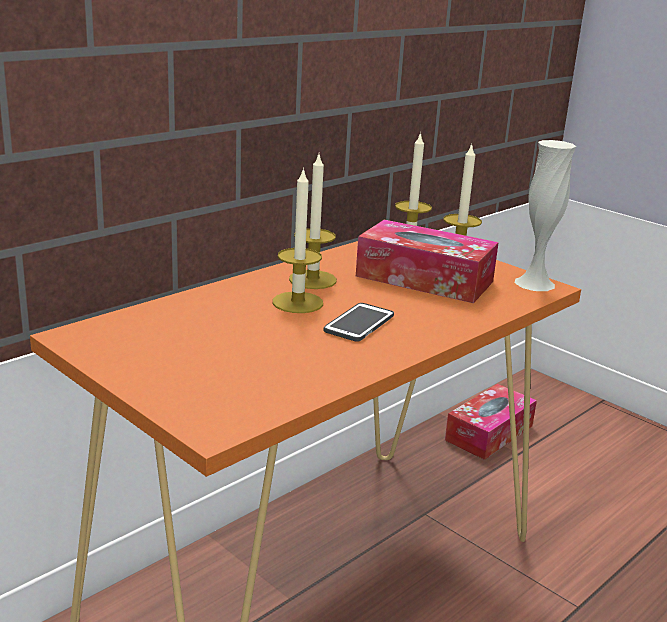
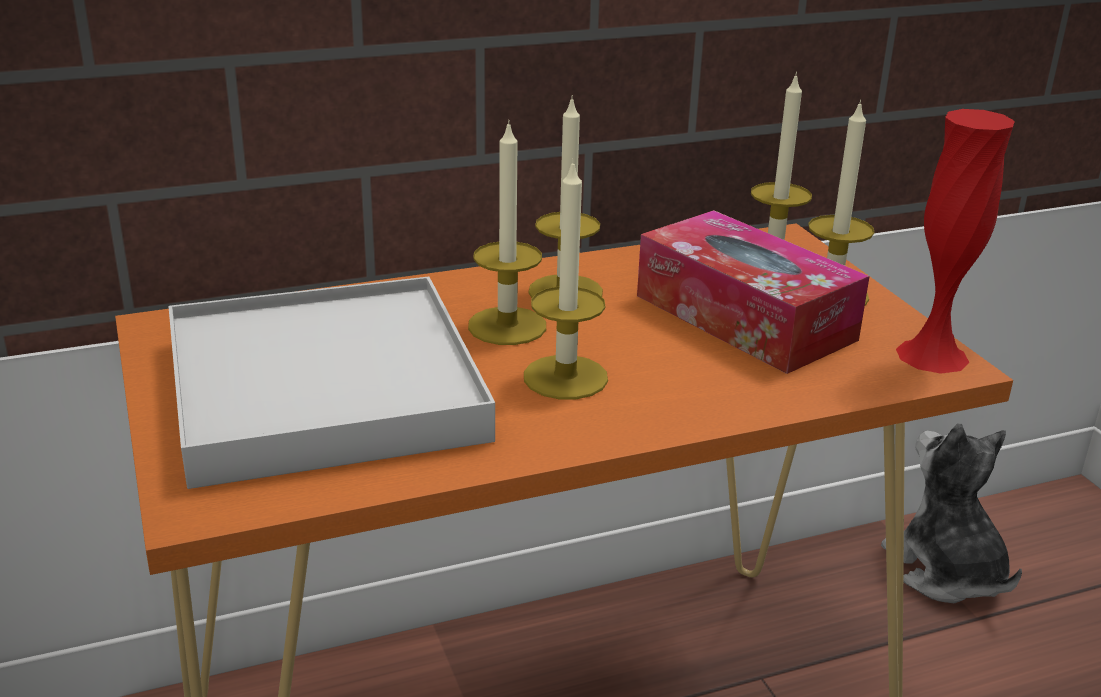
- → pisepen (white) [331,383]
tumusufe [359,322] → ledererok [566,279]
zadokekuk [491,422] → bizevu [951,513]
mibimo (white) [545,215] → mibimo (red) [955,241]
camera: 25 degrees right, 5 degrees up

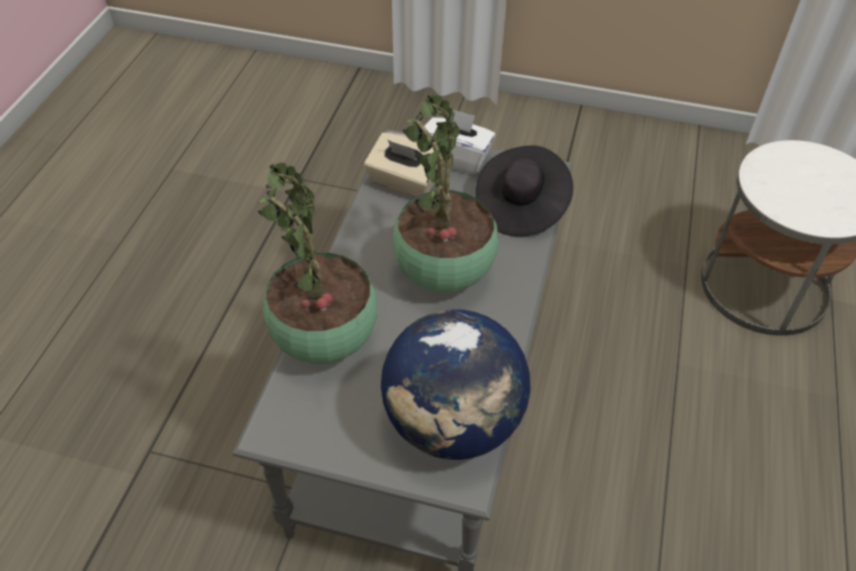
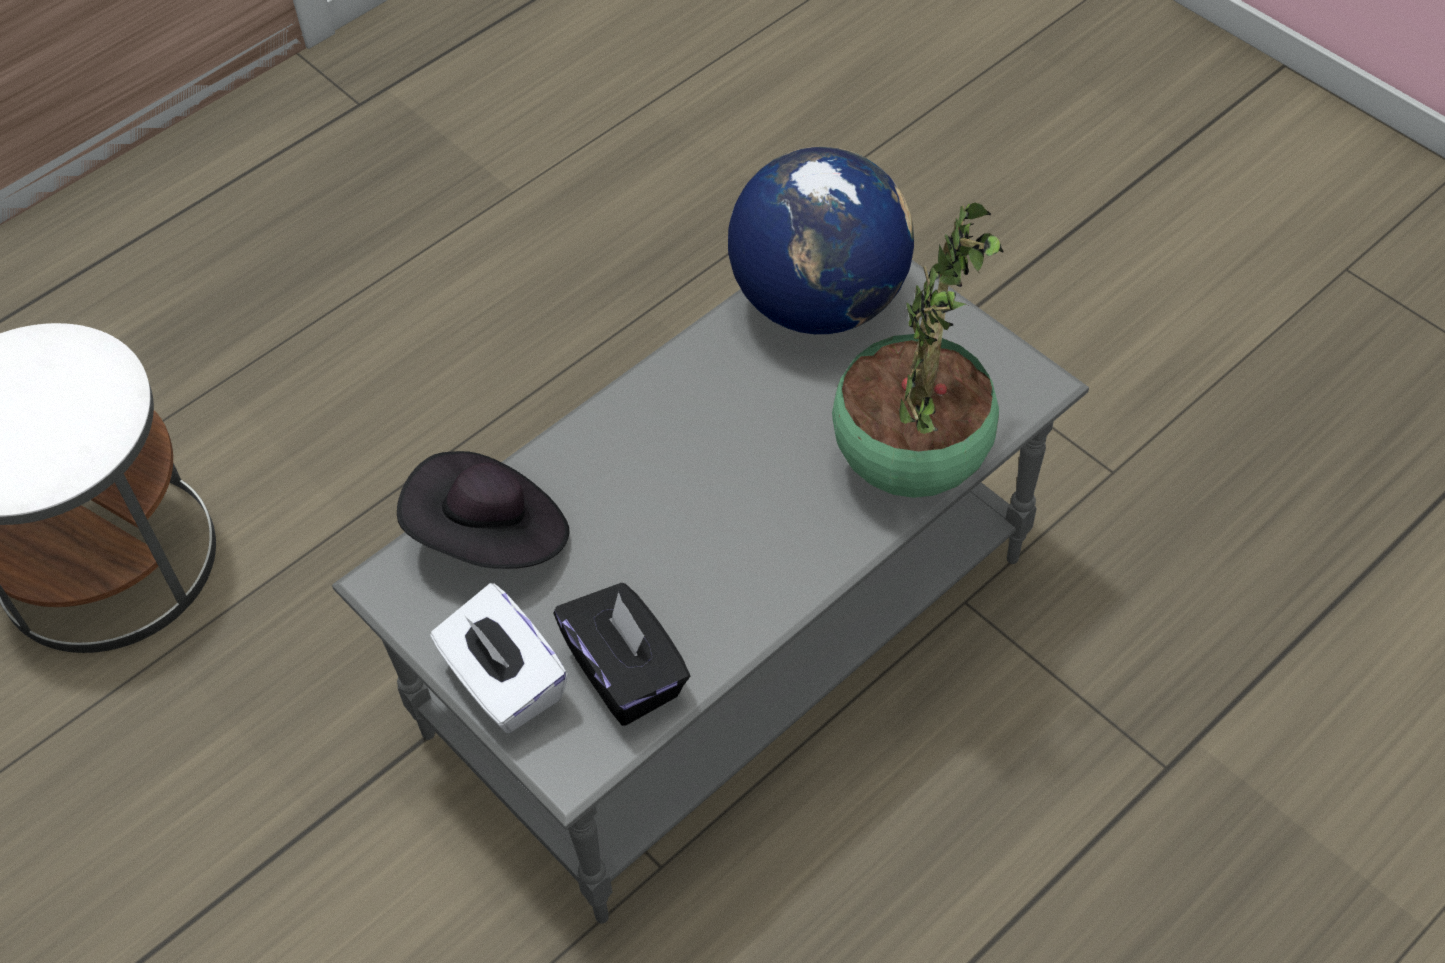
zadokekuk (beige) [404,165] → zadokekuk (black) [621,654]
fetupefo [445,193] → -
camera: 145 degrees left, 5 degrees up

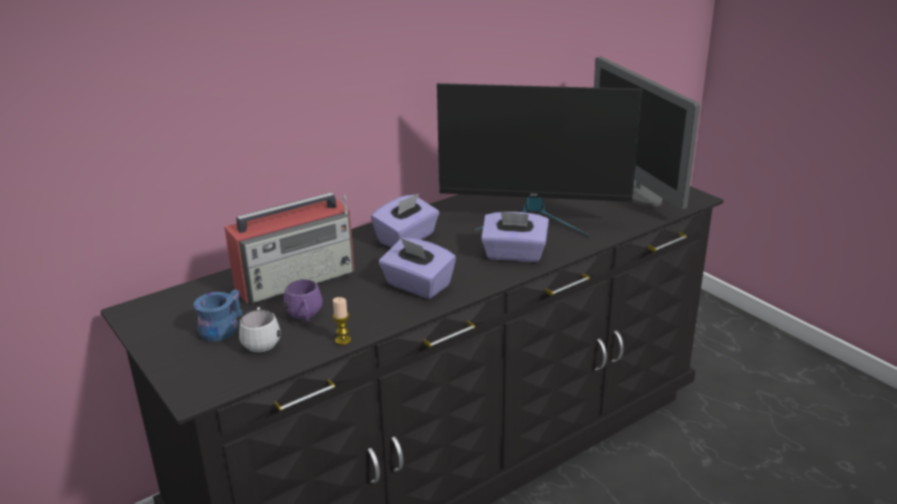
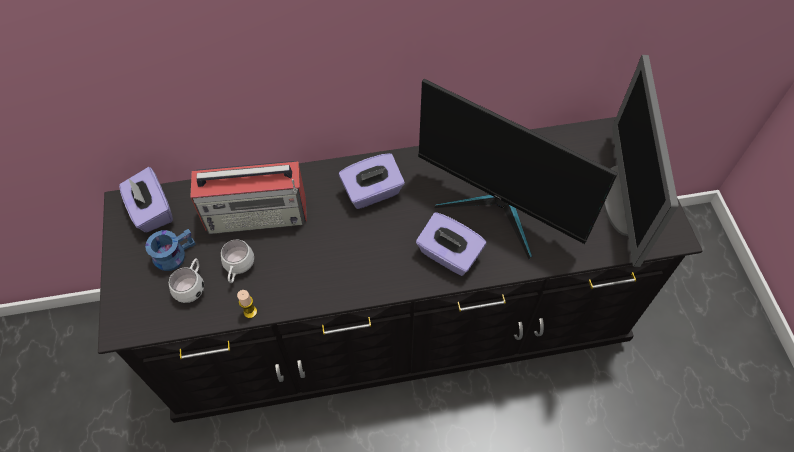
zadokekuk (purple) [417,268] → zadokekuk (purple) [146,199], move
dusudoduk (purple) [303,300] → dusudoduk (white) [237,261]
camera: 25 degrees right, 30 degrees up

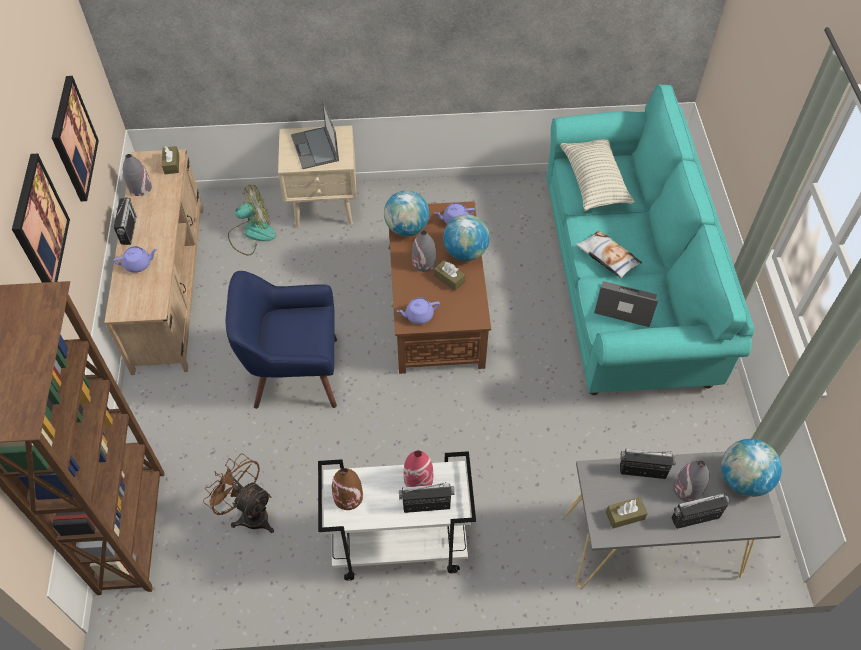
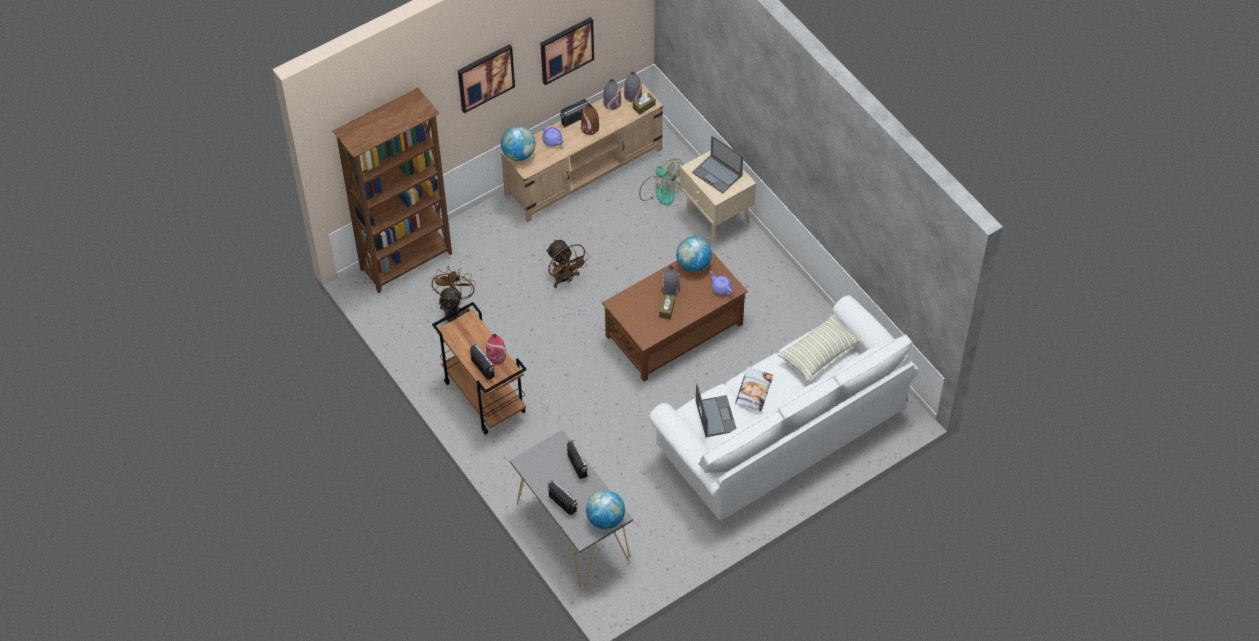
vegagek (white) [397,515] → vegagek (brown) [479,368]
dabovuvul [466,237] → dabovuvul [518,143], move
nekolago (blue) [281,340] → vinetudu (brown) [568,263]
mibimo (brown) [347,489] → mibimo (brown) [590,119], move
mibimo (grey) [691,481] → mibimo (grey) [633,87], move
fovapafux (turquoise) [650,239] → fovapafux (white) [783,408]
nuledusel [315,133] → nuledusel [717,165], 90 degrees counterclockwise
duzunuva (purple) [418,310] → -
zadokekuk (brown) [627,512] → -
camera: 60 degrees right, 0 degrees up

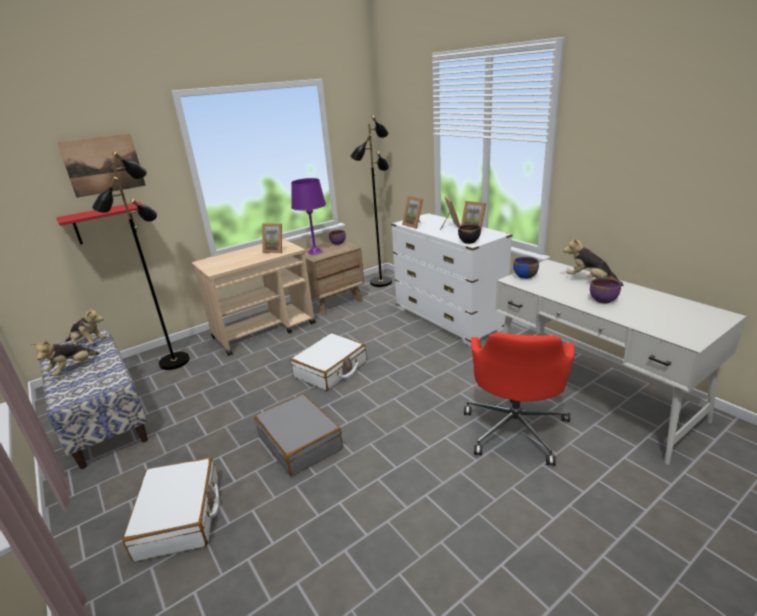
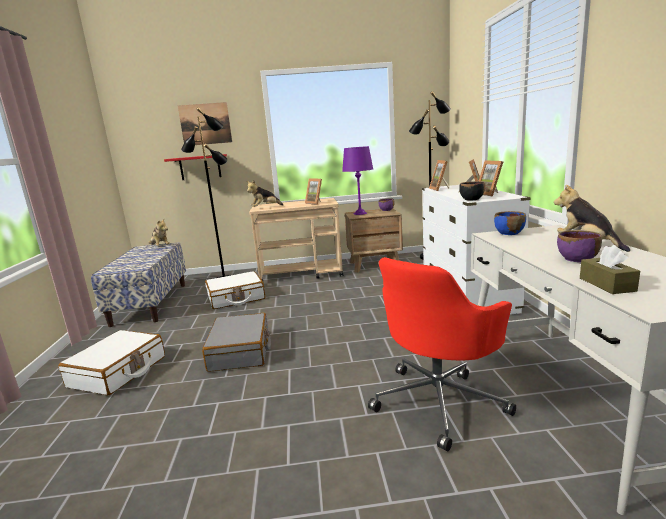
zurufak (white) [328,362] → zurufak (white) [235,290], move
bizevu [66,358] → bizevu [264,193], move
- → zadokekuk (brown) [610,269]
camera: 30 degrees right, 10 degrees down

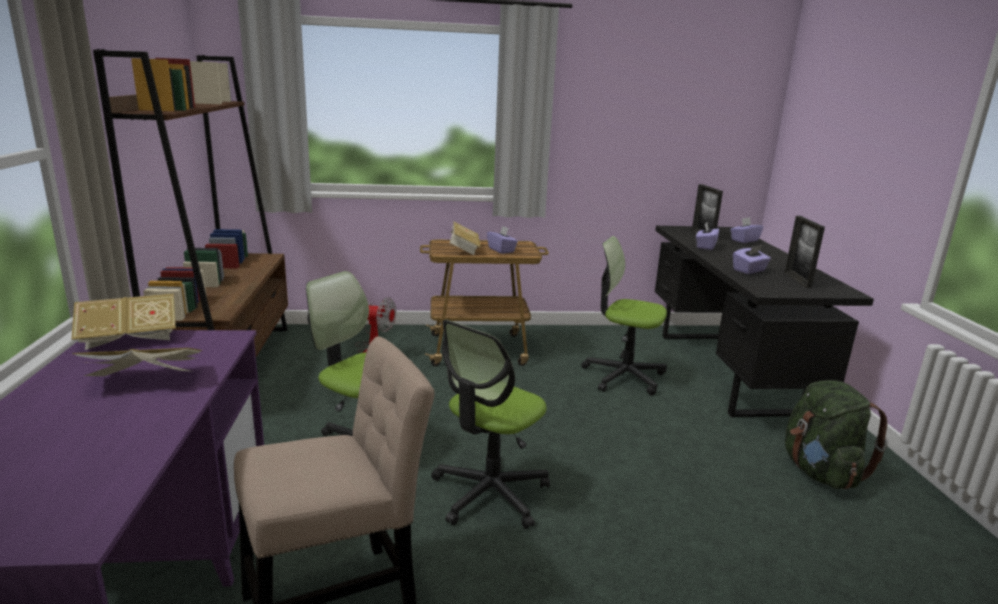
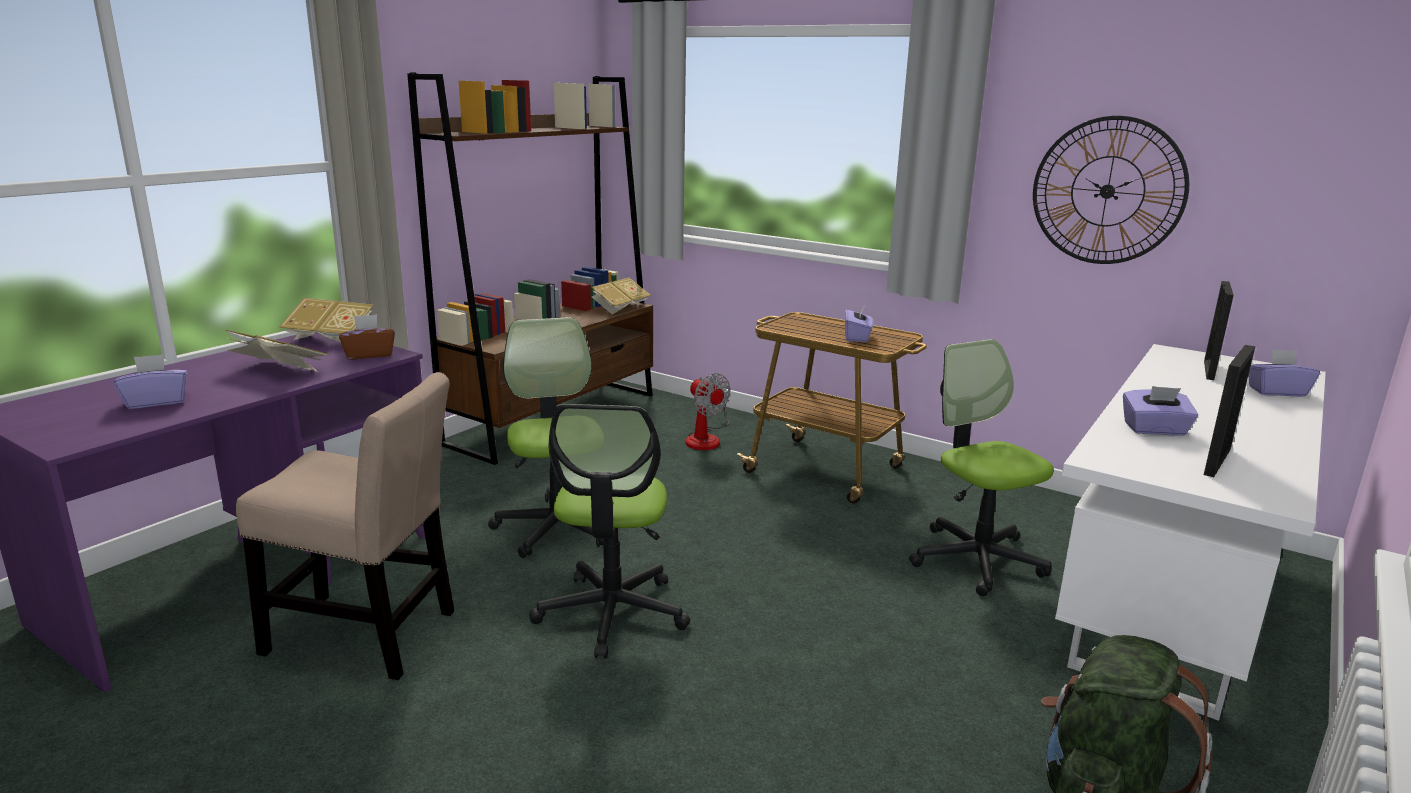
zadokekuk (purple) [707,236] → zadokekuk (purple) [150,381], move
- → zadokekuk (brown) [367,336]
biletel [490,424] → biletel [609,531], 75 degrees counterclockwise
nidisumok [465,238] → nidisumok [621,295], move
- → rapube [1111,190]
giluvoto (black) [764,322] → giluvoto (white) [1190,532]
camera: 40 degrees right, 0 degrees up

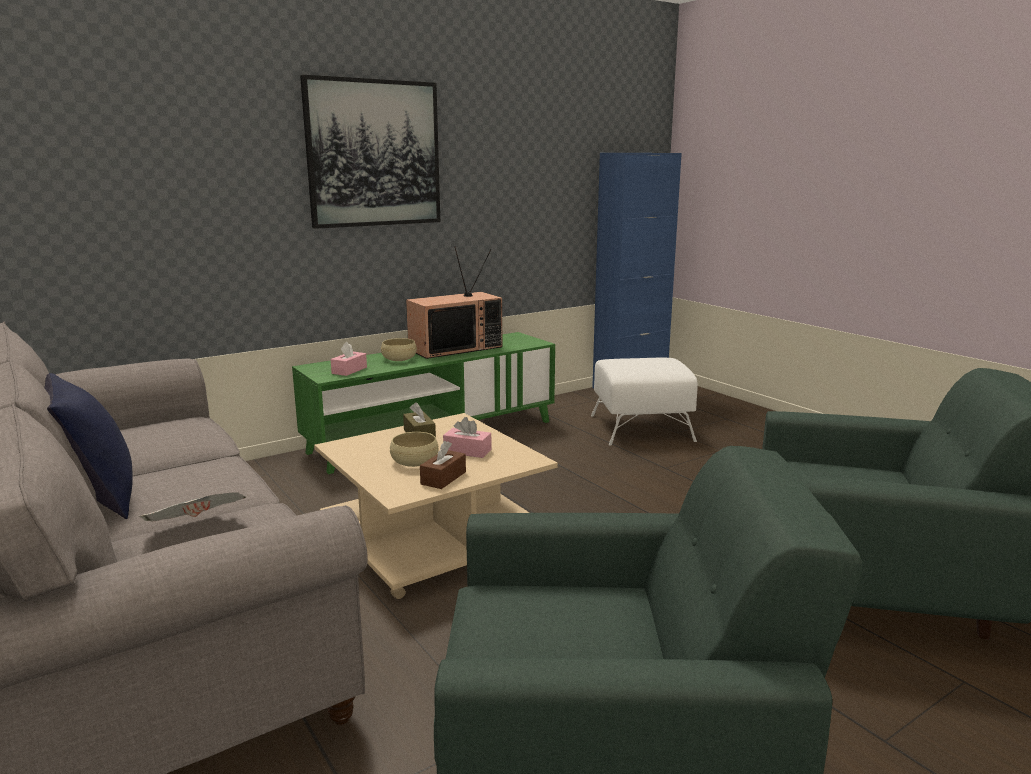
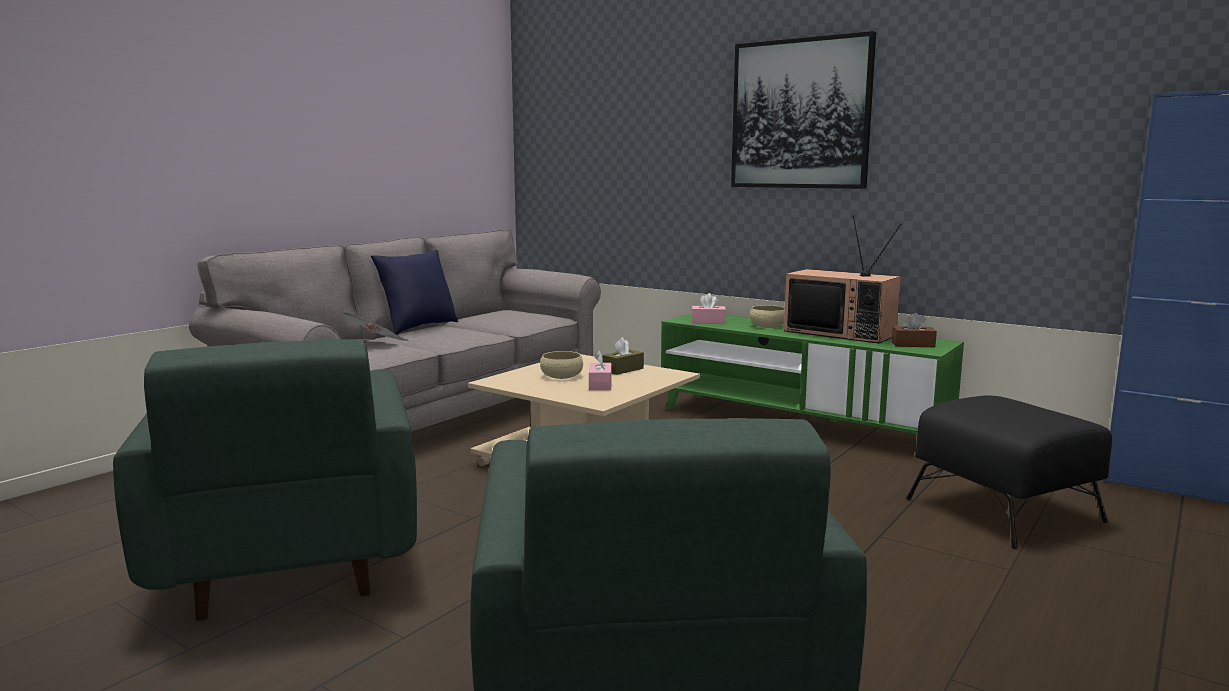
zadokekuk (brown) [443,465] → zadokekuk (brown) [914,330], move
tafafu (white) [644,402] → tafafu (black) [1009,473]
camera: 70 degrees right, 5 degrees down

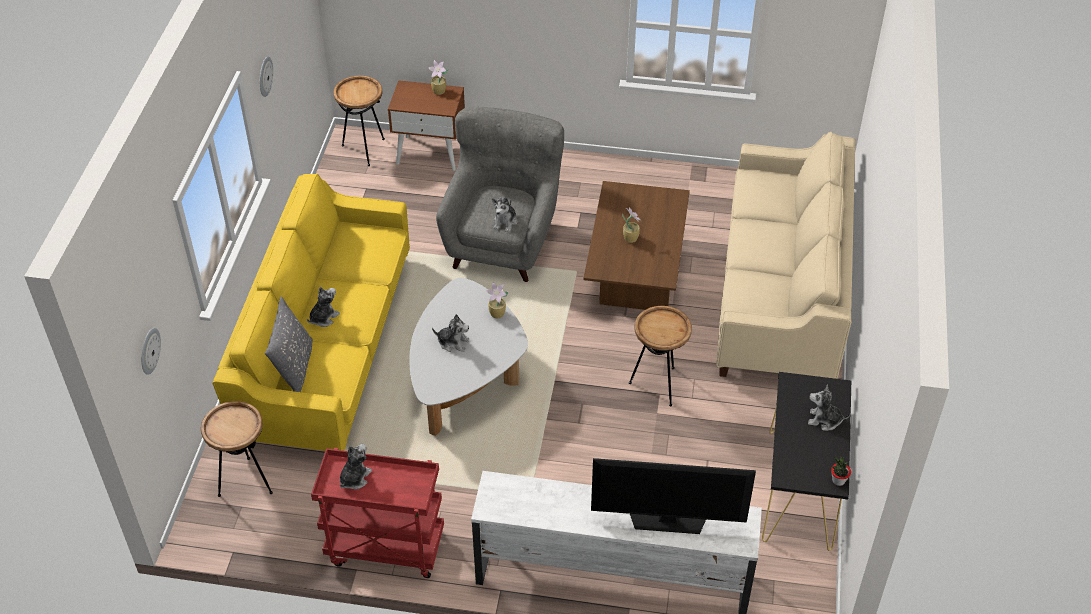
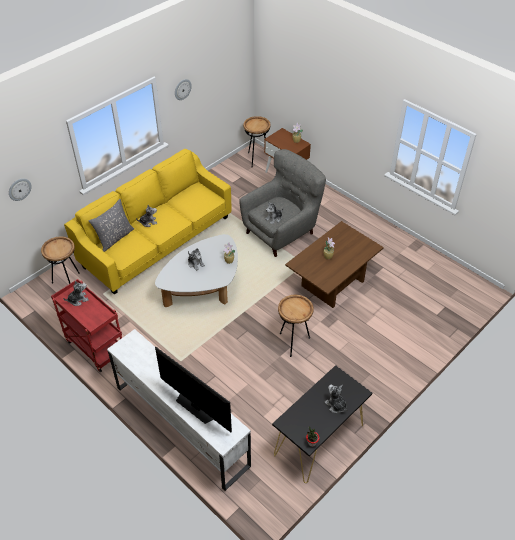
fovapafux (beige) [786,255] → -
camera: 35 degrees right, 0 degrees up

